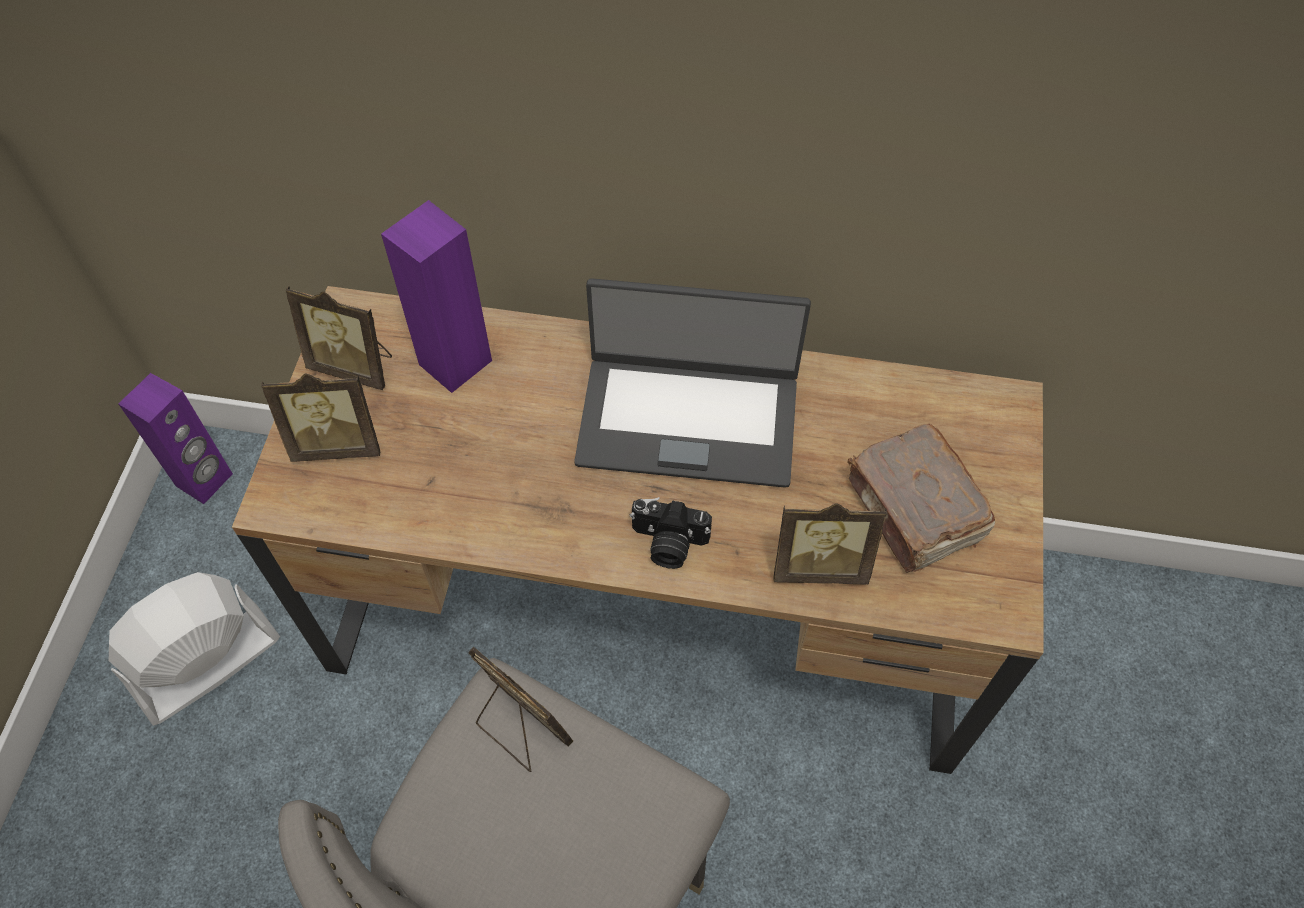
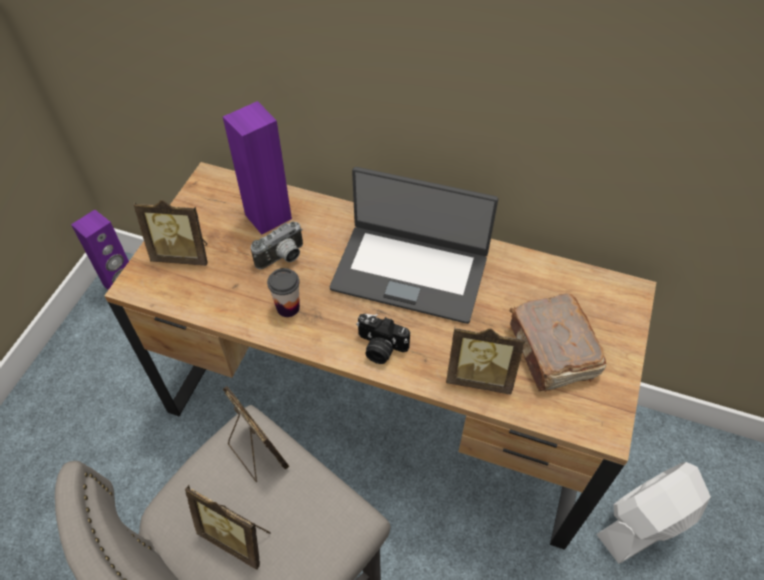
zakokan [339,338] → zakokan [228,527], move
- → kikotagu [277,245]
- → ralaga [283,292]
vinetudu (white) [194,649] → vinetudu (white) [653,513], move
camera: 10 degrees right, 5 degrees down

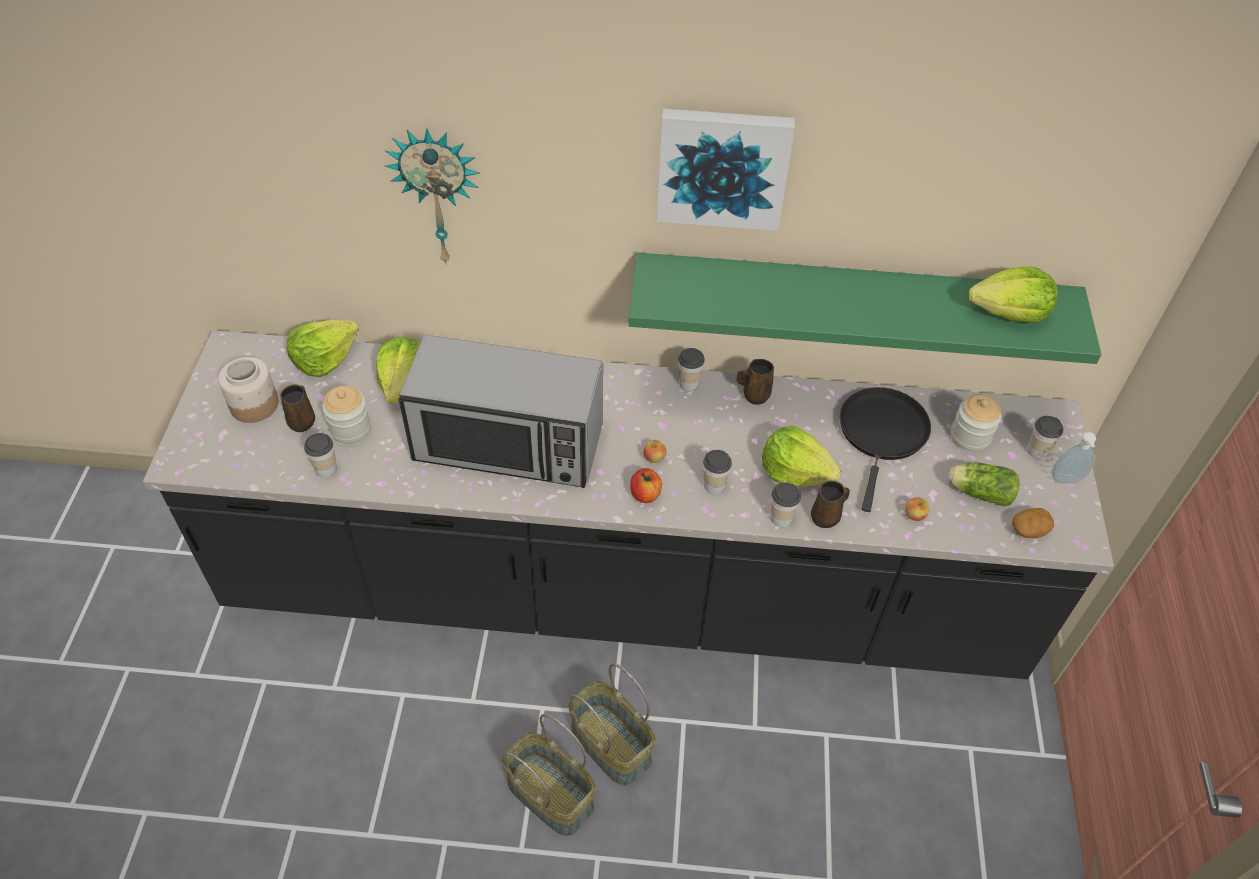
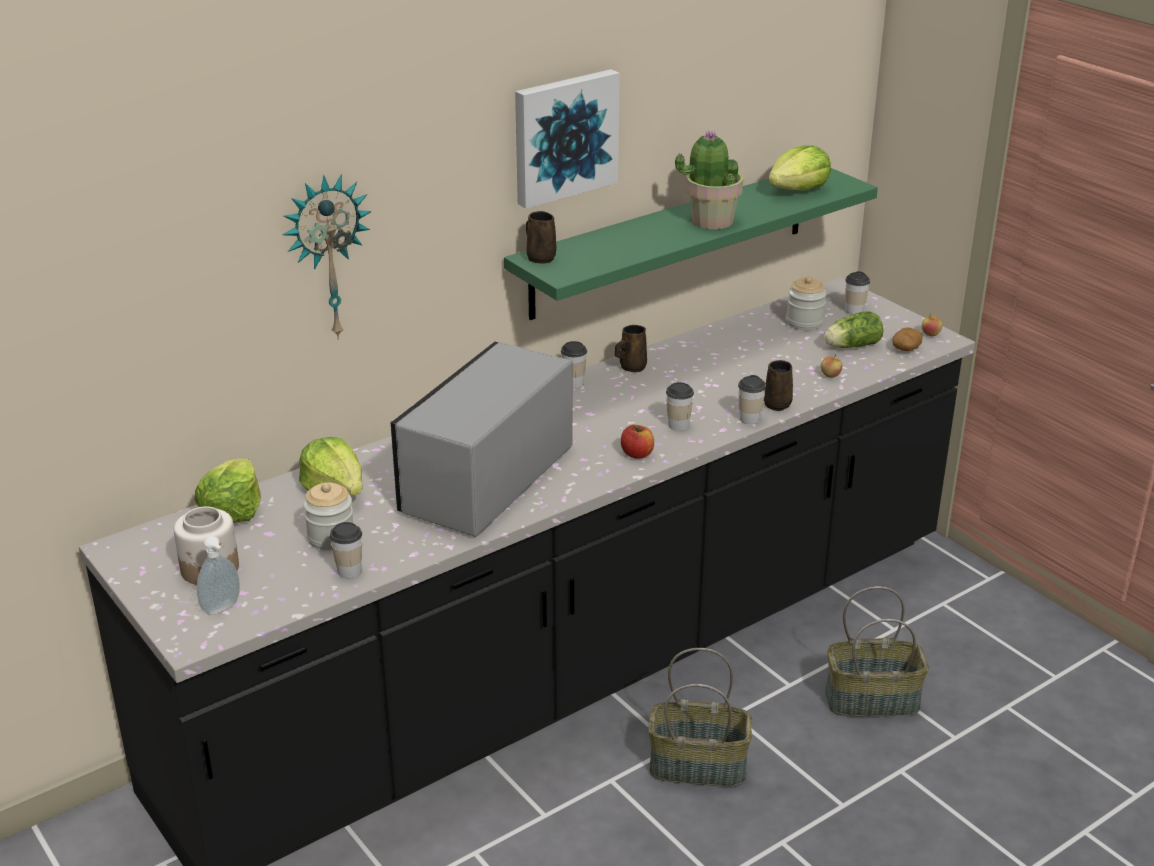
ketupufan [1074,458] → ketupufan [218,575], move
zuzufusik [501,411] → zuzufusik [481,439], 150 degrees clockwise
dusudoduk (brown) [297,408] → dusudoduk (brown) [541,237], move
- → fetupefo [709,179]
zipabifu [549,775] → zipabifu [877,651], move
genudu [655,451] → genudu [932,324], move
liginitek [801,456] → -
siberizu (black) [885,449] → -
camera: 40 degrees left, 20 degrees down

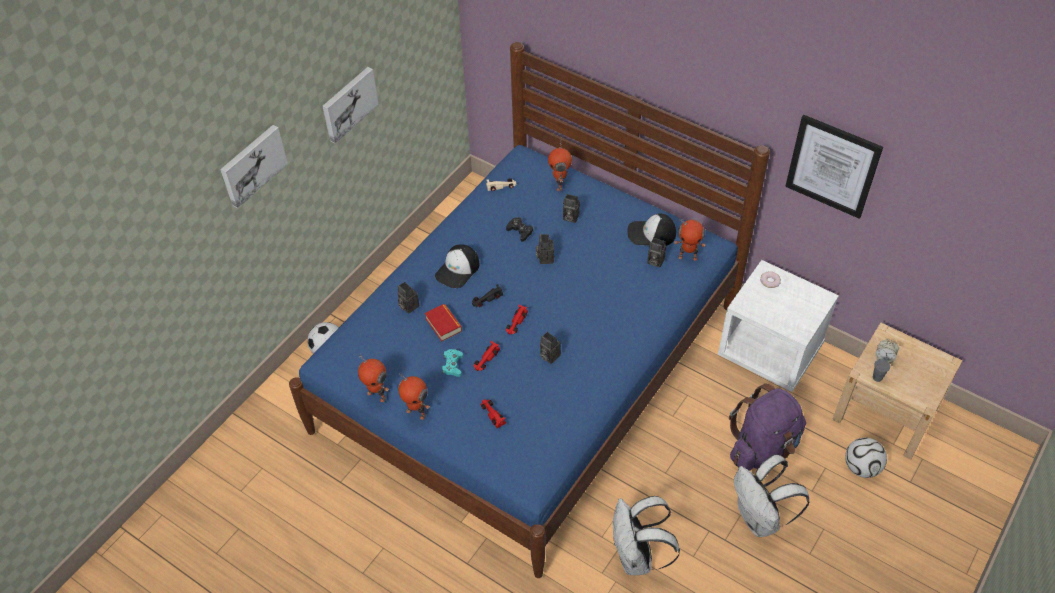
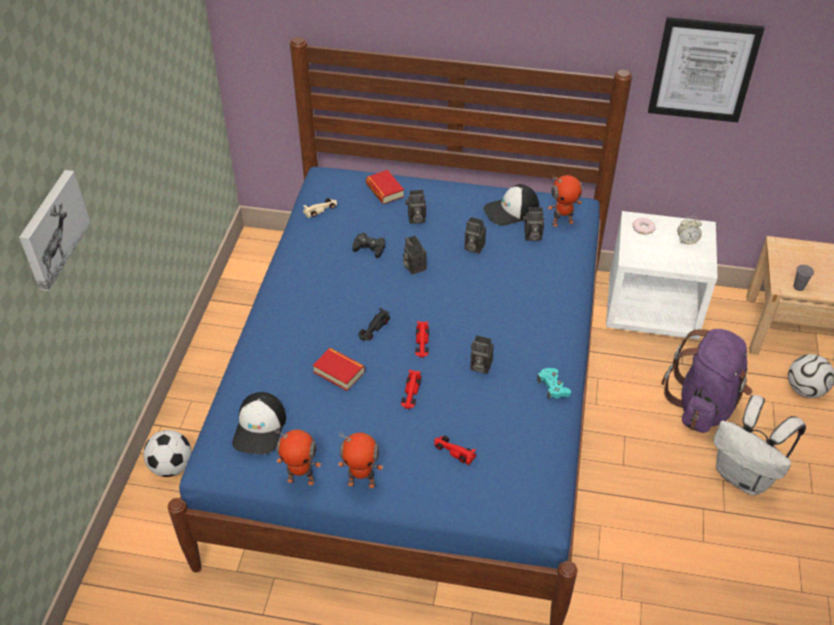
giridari [457,266] → giridari [259,423], move
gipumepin [560,165] → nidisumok [385,187]
kikotagu [408,298] → kikotagu [475,235], move
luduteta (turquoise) [452,363] → luduteta (turquoise) [554,383], move
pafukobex [887,352] → pafukobex [689,230], move
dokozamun [351,105] → -
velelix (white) [646,535] → -
camera: 25 degrees left, 5 degrees down

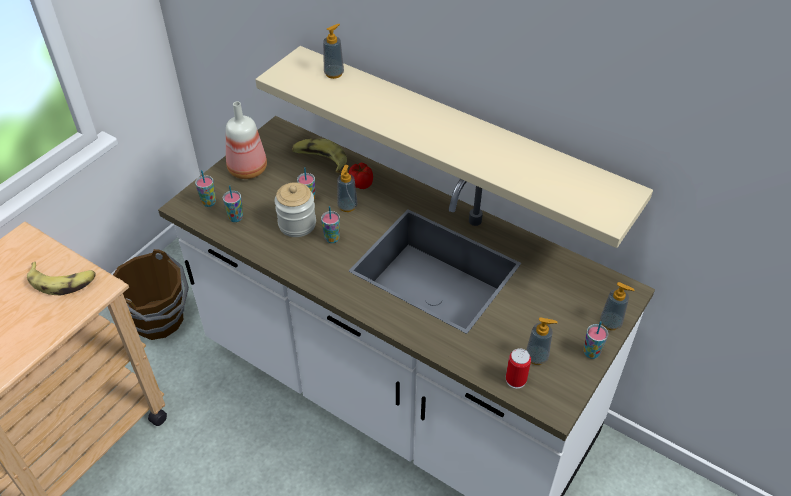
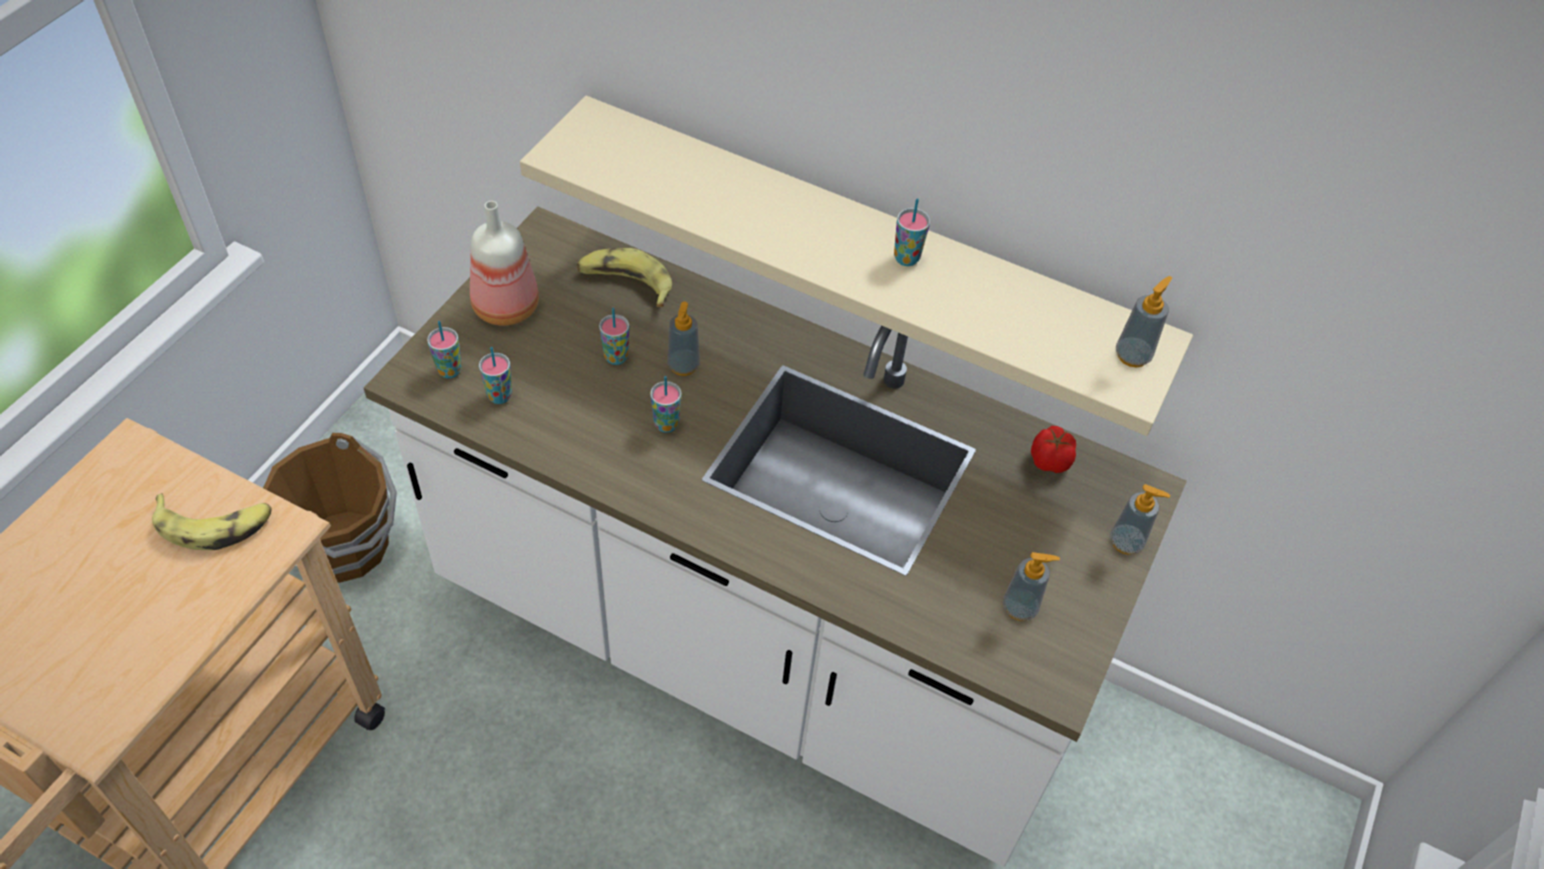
ralaga [595,340] → ralaga [912,232], move
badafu [361,176] → badafu [1053,449], move
ketupufan [333,51] → ketupufan [1144,321], move
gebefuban [295,209] → -
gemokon [518,368] → -
camera: 10 degrees left, 5 degrees up

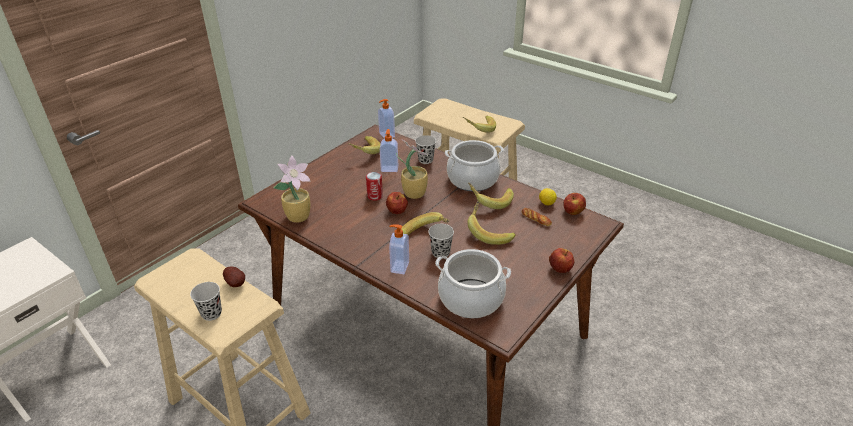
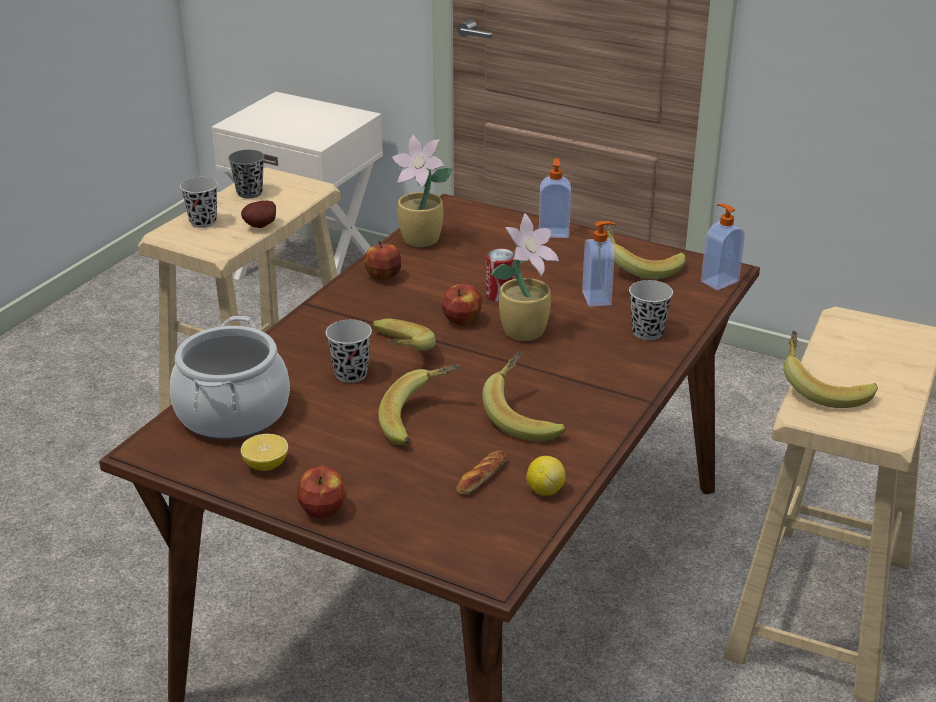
- → ralaga (grey) [246,174]
- → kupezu [264,452]
genudu [575,204] → genudu [382,260], move
ketupufan [399,249] → ketupufan [555,198], move
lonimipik [474,165] → -
camera: 80 degrees right, 5 degrees down

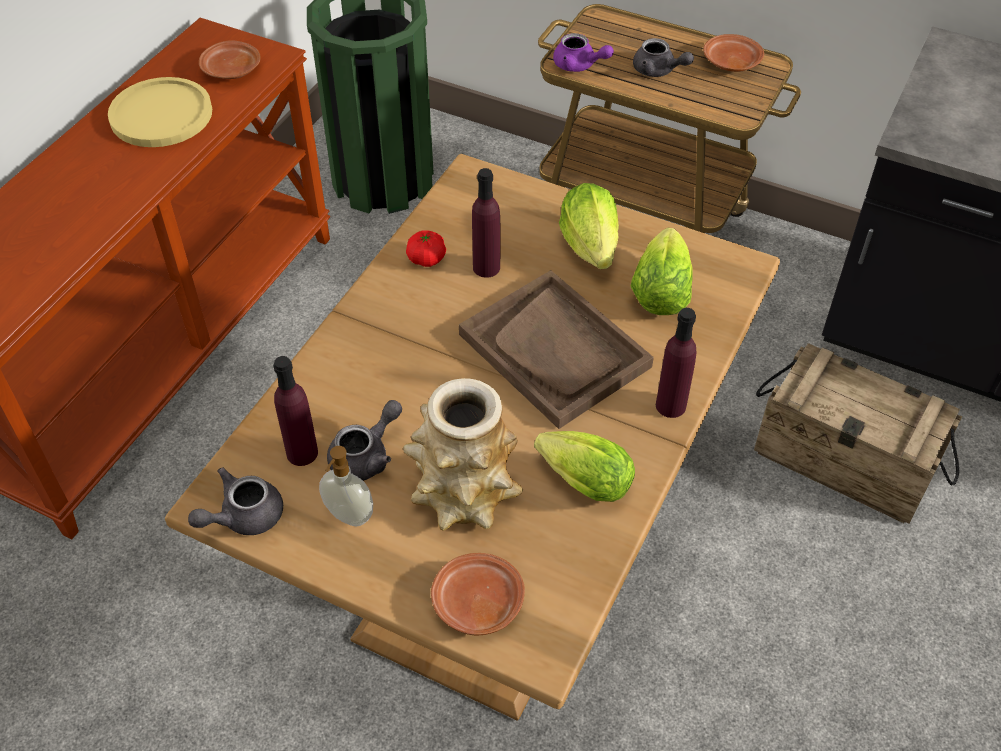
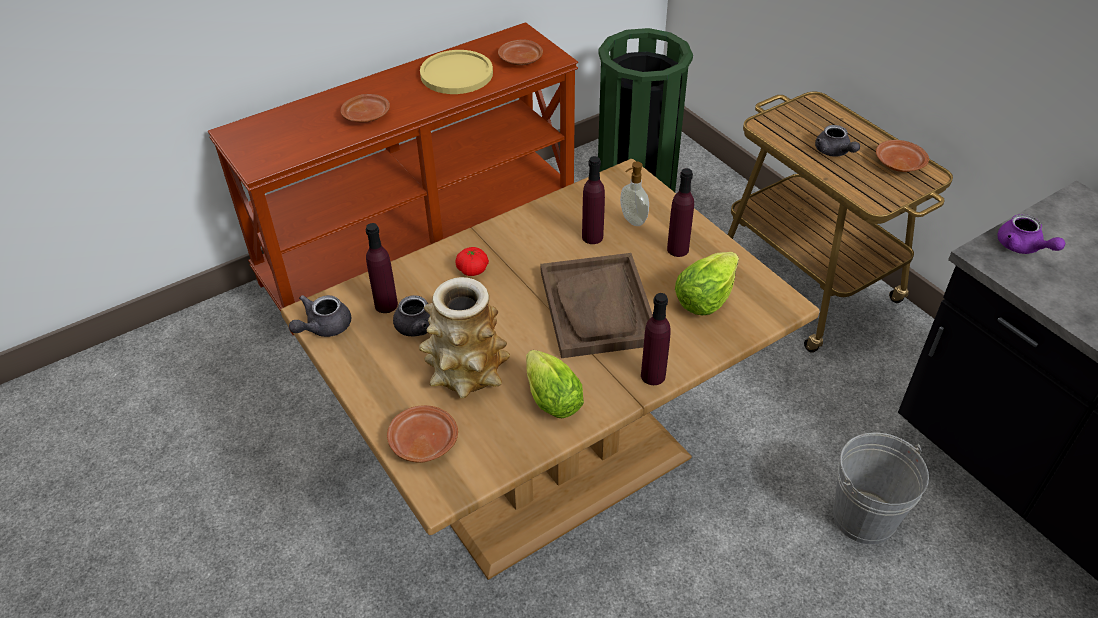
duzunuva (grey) [235,501] → duzunuva (grey) [320,316], 45 degrees counterclockwise
- → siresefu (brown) [365,108]
badafu [426,248] → badafu [472,261], move
ketupufan [346,486] → ketupufan [634,193], move
liginitek [589,226] → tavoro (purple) [680,212]
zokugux [858,433] → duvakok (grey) [881,488]
duzunuva (purple) [583,52] → duzunuva (purple) [1031,234], move
camera: 30 degrees right, 5 degrees down

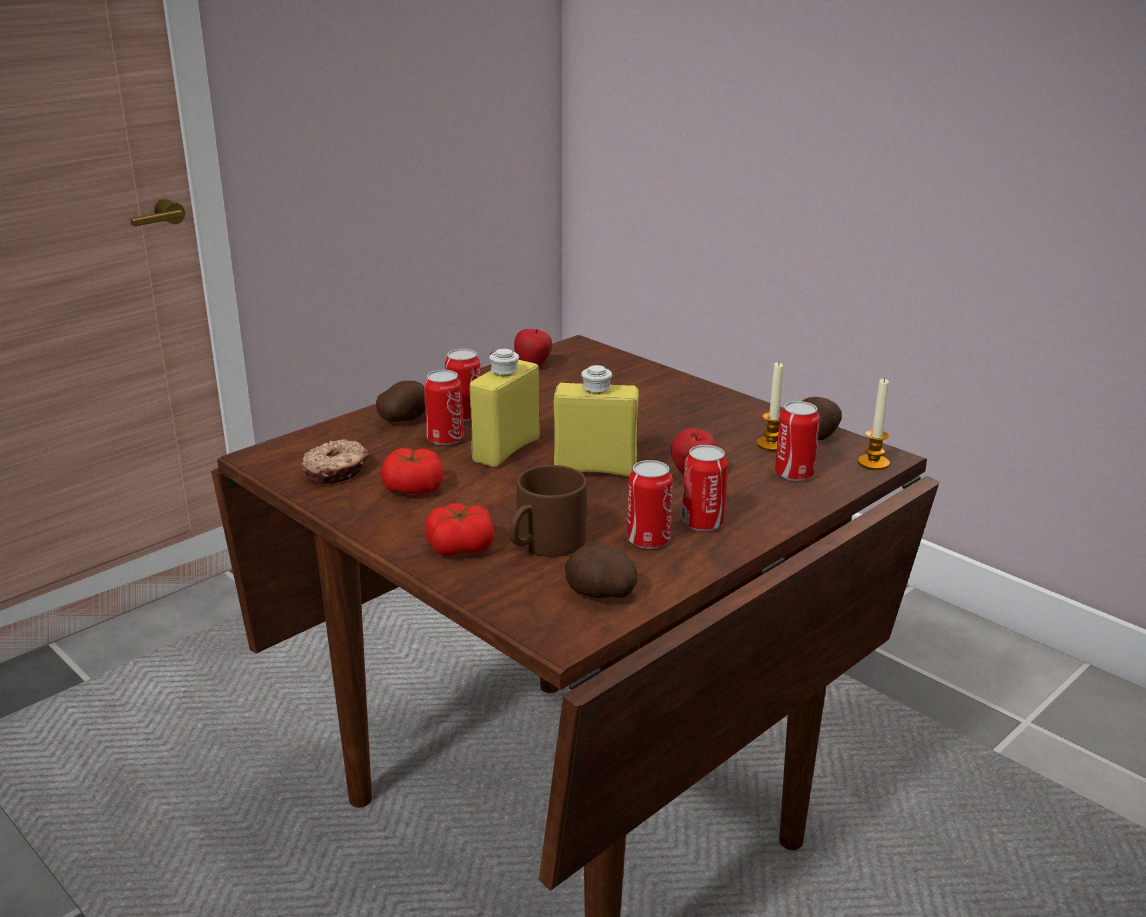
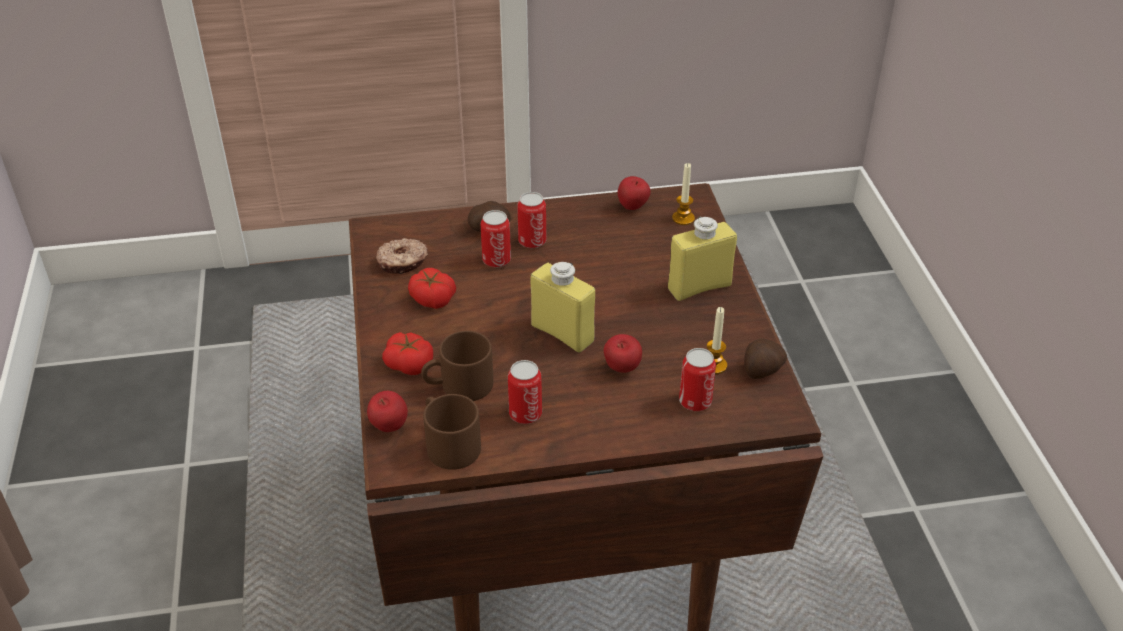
- → genudu [387,411]
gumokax [601,570] → dusudoduk (brown) [452,432]
tavoro (yellow) [505,408] → tavoro (yellow) [702,259], move
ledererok [874,423] → ledererok [683,194], move
gemokon [705,488] → -
camera: 35 degrees right, 15 degrees up

